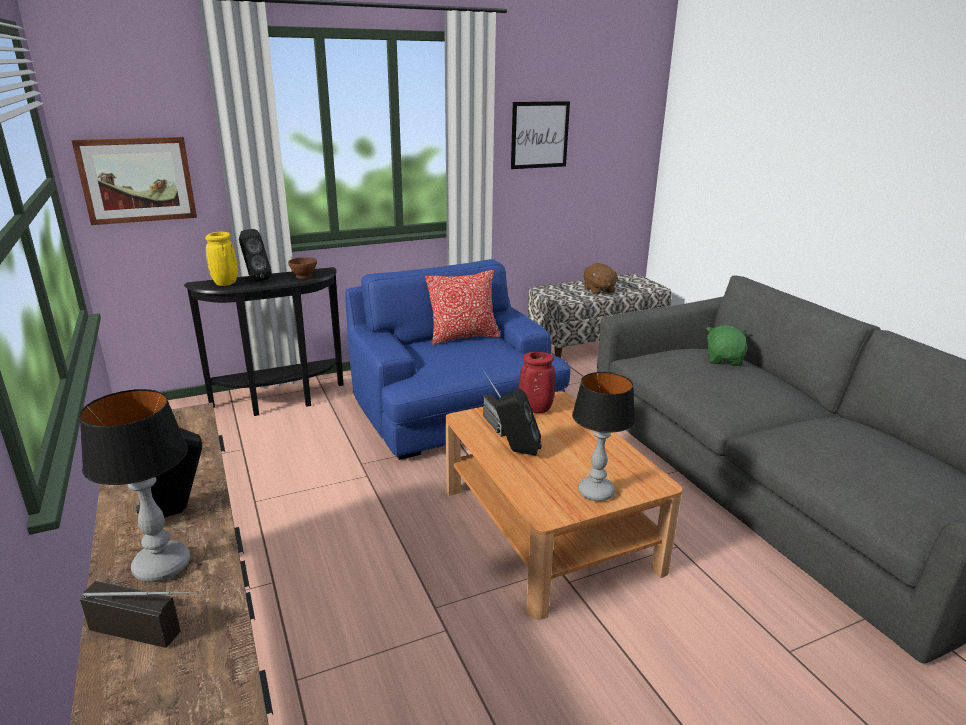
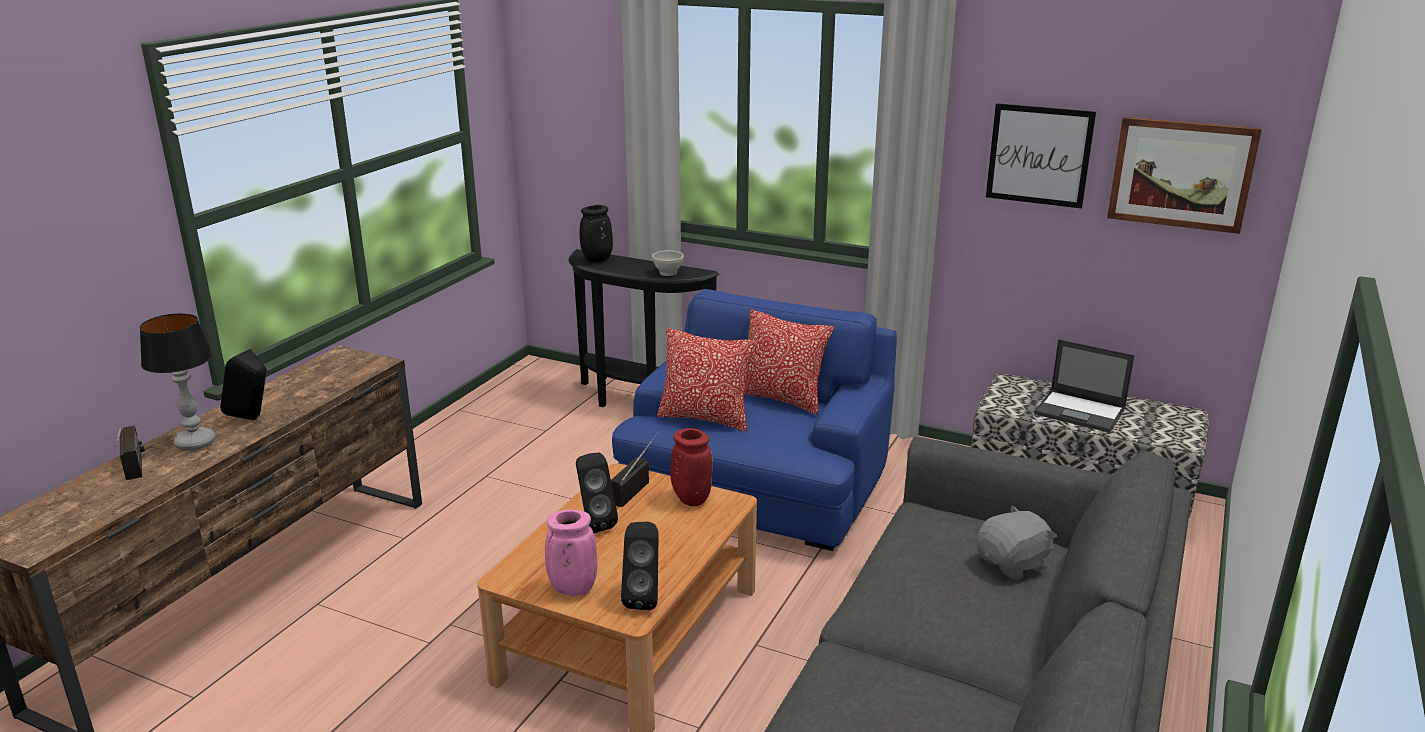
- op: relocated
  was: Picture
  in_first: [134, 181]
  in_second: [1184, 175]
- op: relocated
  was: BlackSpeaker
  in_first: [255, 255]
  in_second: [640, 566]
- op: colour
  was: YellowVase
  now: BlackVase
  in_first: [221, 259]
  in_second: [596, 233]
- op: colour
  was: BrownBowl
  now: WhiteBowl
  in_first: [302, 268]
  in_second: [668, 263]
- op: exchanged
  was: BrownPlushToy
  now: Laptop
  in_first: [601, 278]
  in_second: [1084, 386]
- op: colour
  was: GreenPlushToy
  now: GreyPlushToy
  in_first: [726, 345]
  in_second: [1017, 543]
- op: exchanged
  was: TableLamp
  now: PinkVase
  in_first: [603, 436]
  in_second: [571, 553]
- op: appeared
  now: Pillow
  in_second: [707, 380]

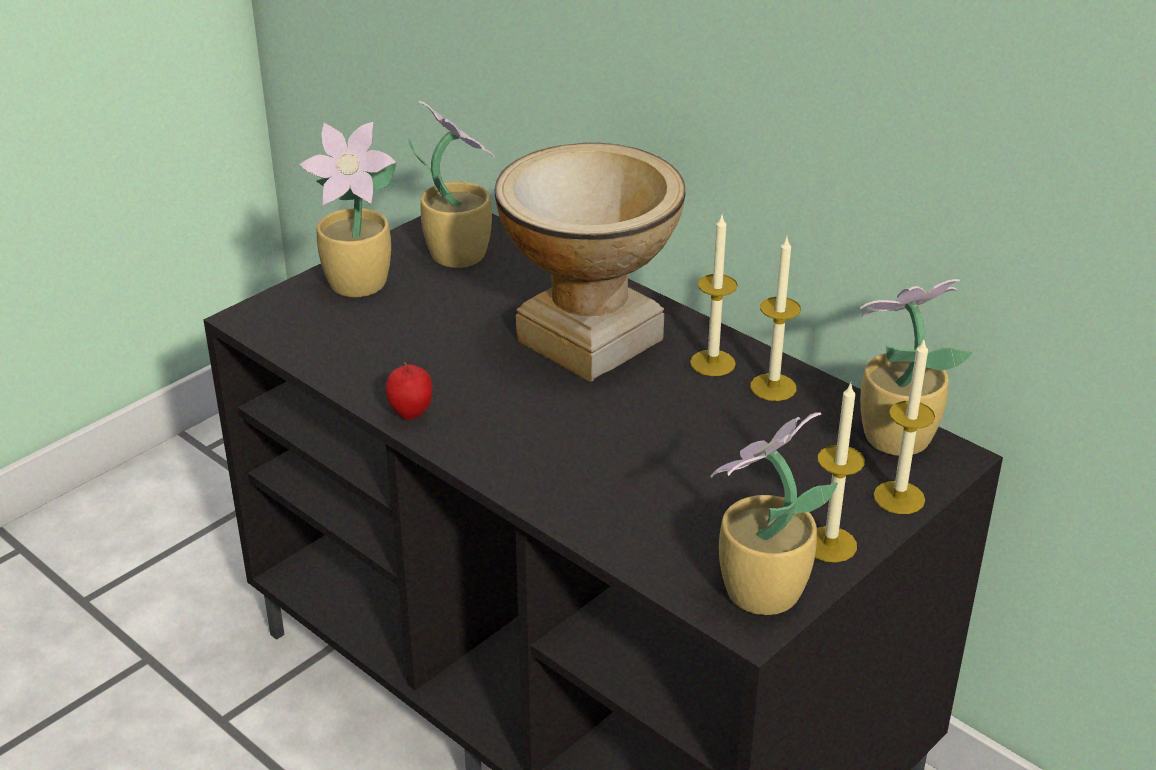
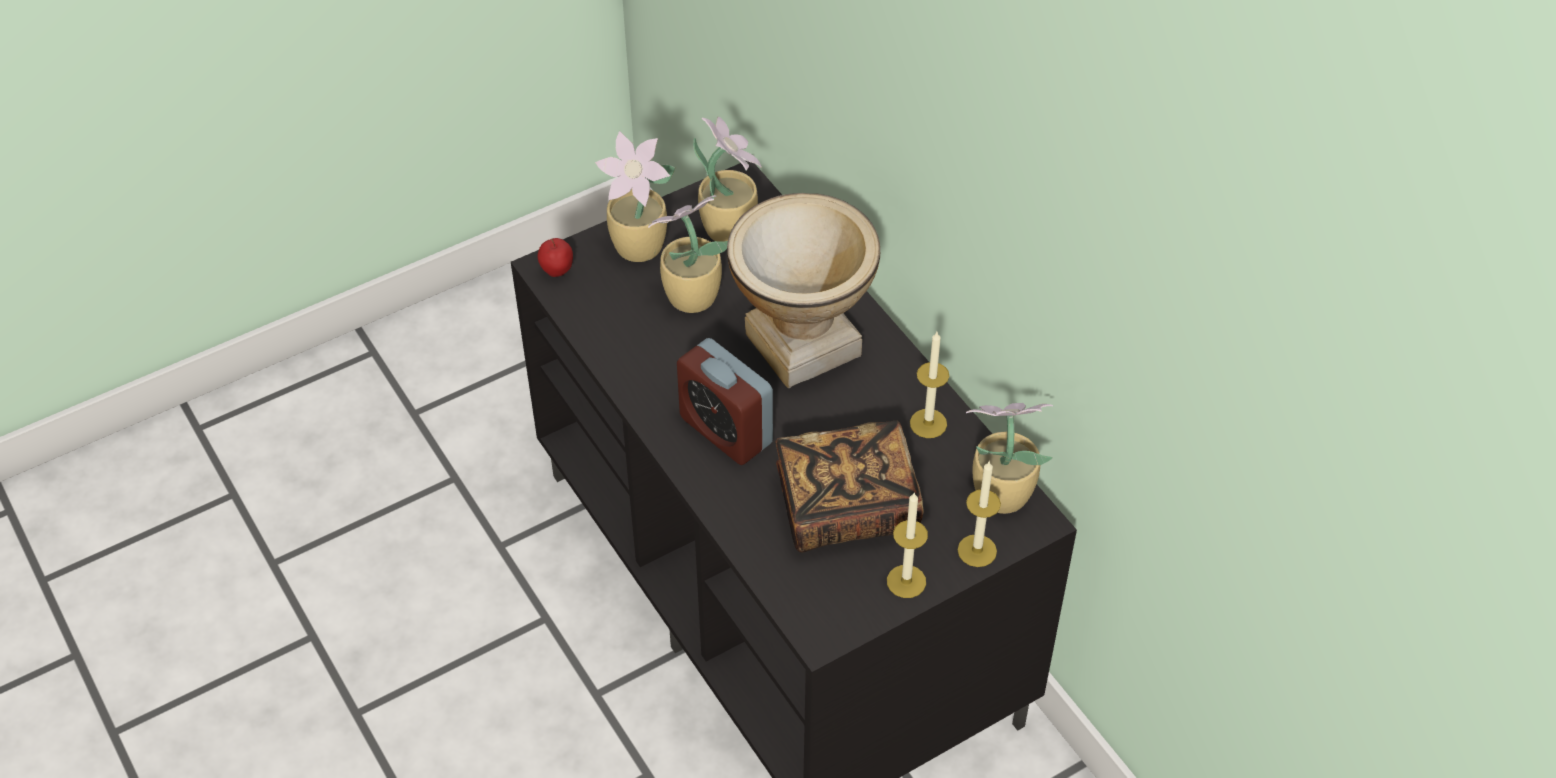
- op: missing
  was: Candle
  in_first: [714, 295]
- op: relocated
  was: Apple
  in_first: [409, 391]
  in_second: [555, 257]
- op: relocated
  was: PottedPlant
  in_first: [774, 513]
  in_second: [688, 254]
- op: appeared
  now: AlarmClock
  in_second: [725, 401]
- op: appeared
  now: Book
  in_second: [850, 487]

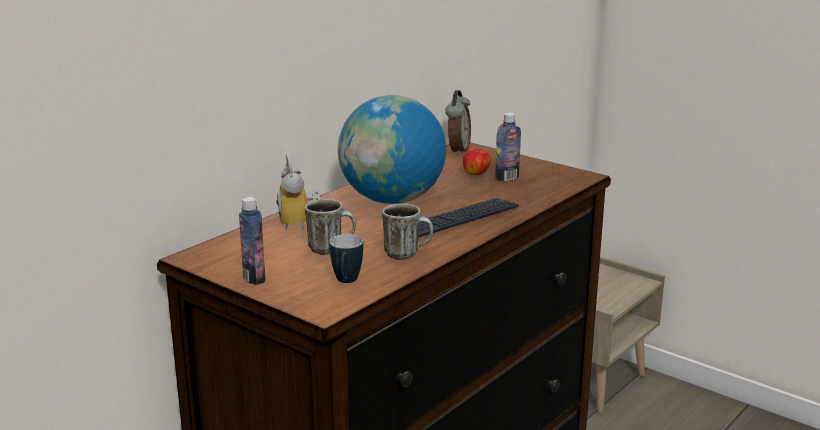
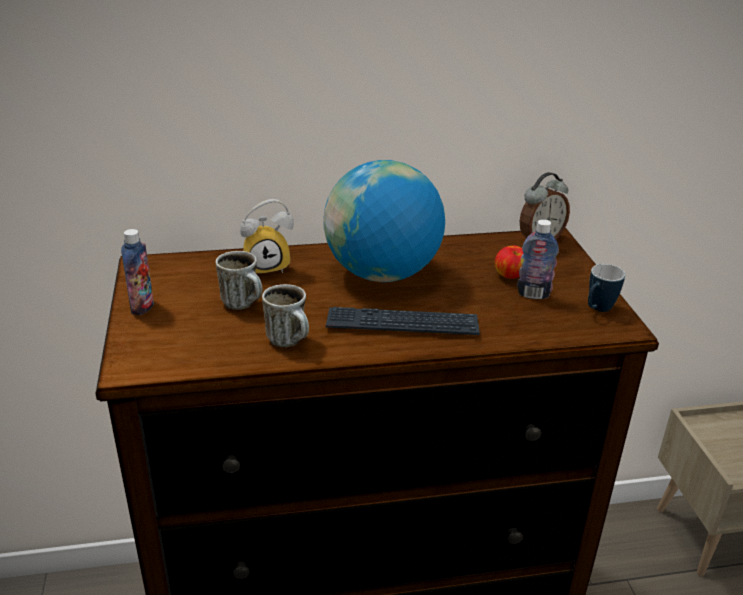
- op: spun
  was: AlarmClock
  in_first: [299, 192]
  in_second: [267, 236]
  clockwise: -135
- op: relocated
  was: Mug
  in_first: [346, 258]
  in_second: [606, 288]

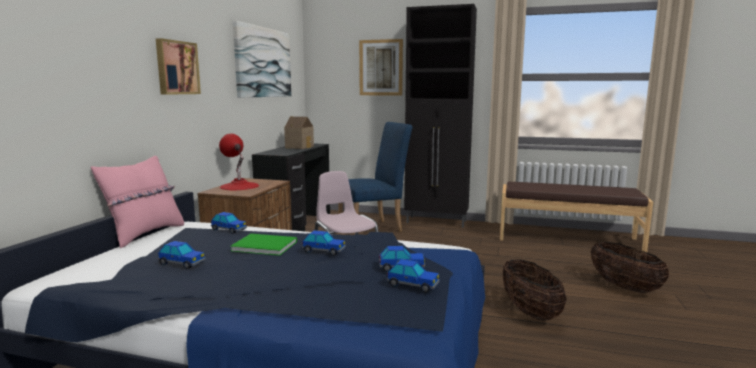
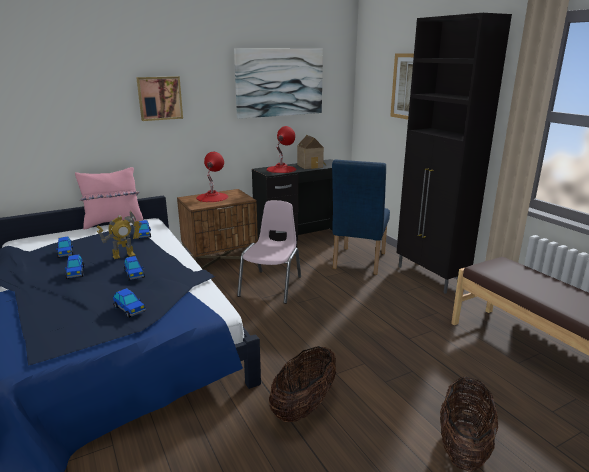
- op: spun
  was: BlueChair
  in_first: [375, 178]
  in_second: [361, 217]
  clockwise: 90
- op: exchanged
  was: GreenBook
  now: ToyRobot
  in_first: [263, 245]
  in_second: [119, 235]
- op: relocated
  was: ToyCar
  in_first: [413, 276]
  in_second: [75, 266]
- op: appeared
  now: RedTableLamp
  in_second: [281, 149]

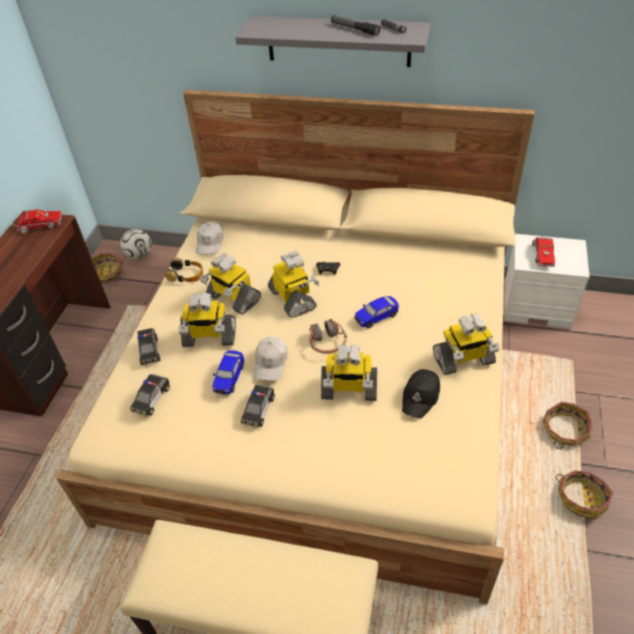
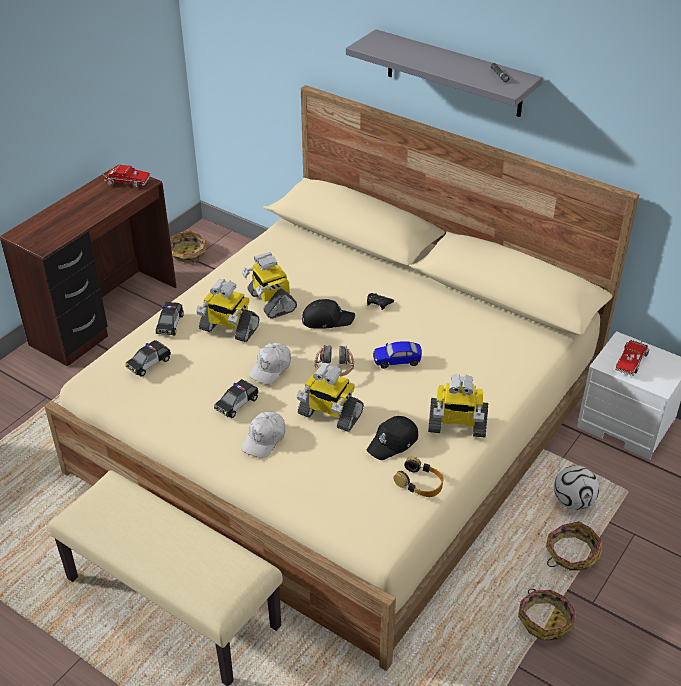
- op: missing
  was: Flashlight
  in_first: [355, 25]
- op: relocated
  was: WhiteCap
  in_first: [210, 238]
  in_second: [263, 435]
- op: relocated
  was: Football
  in_first: [136, 244]
  in_second: [576, 487]
- op: exchanged
  was: ToyRobot
  now: BlackCap
  in_first: [293, 284]
  in_second: [328, 314]
- op: relocated
  was: Headphones
  in_first: [184, 270]
  in_second: [418, 477]
- op: missing
  was: ToyCar
  in_first: [228, 372]

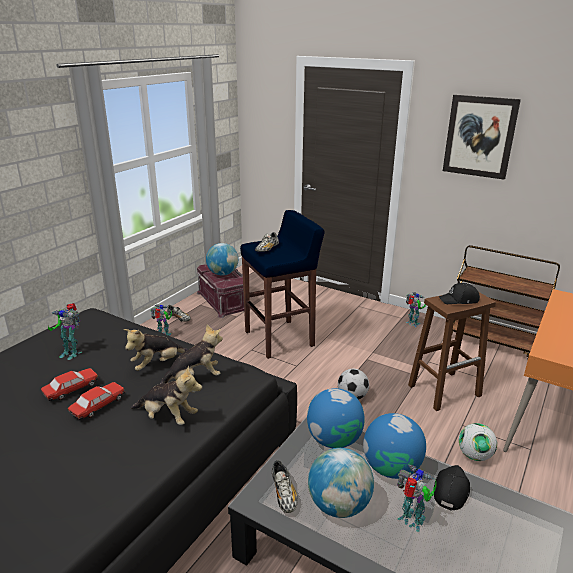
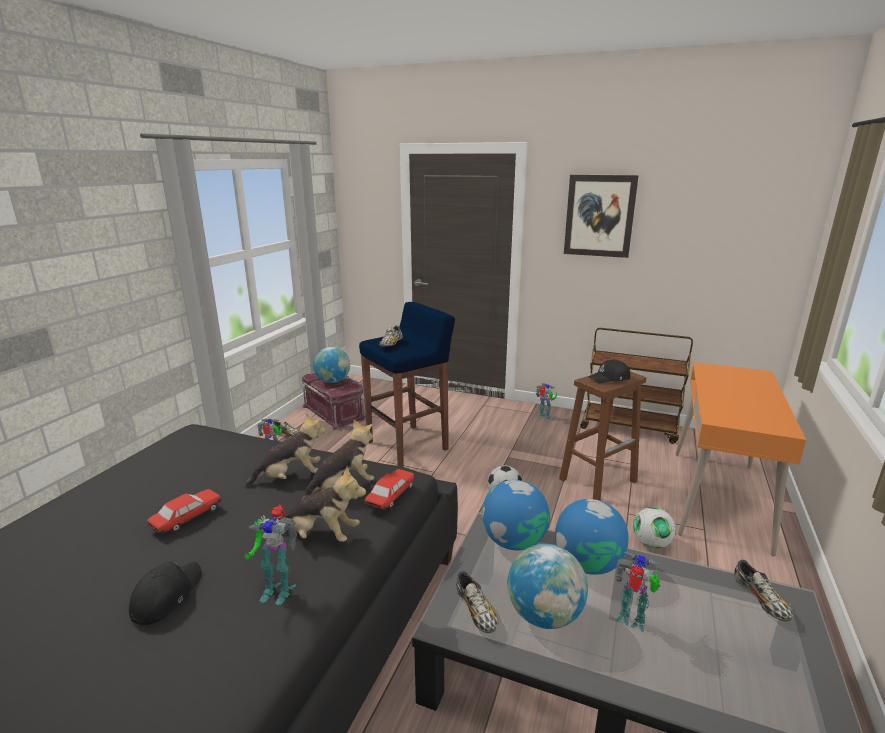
- op: relocated
  was: ToyRobot
  in_first: [65, 331]
  in_second: [271, 555]
- op: spun
  was: PlushToy
  in_first: [155, 350]
  in_second: [285, 449]
  clockwise: -150
- op: relocated
  was: ToyCar
  in_first: [96, 401]
  in_second: [389, 490]
- op: relocated
  was: BlackCap
  in_first: [452, 488]
  in_second: [165, 593]
- op: appeared
  now: Shoe
  in_second: [763, 590]

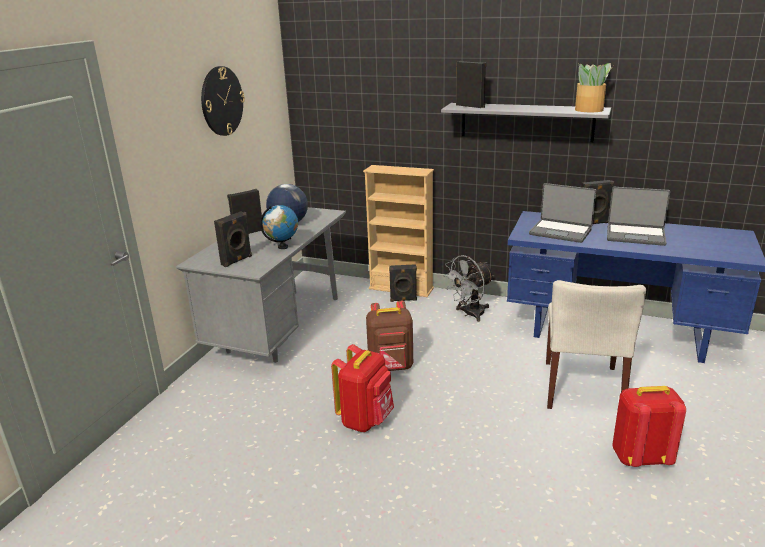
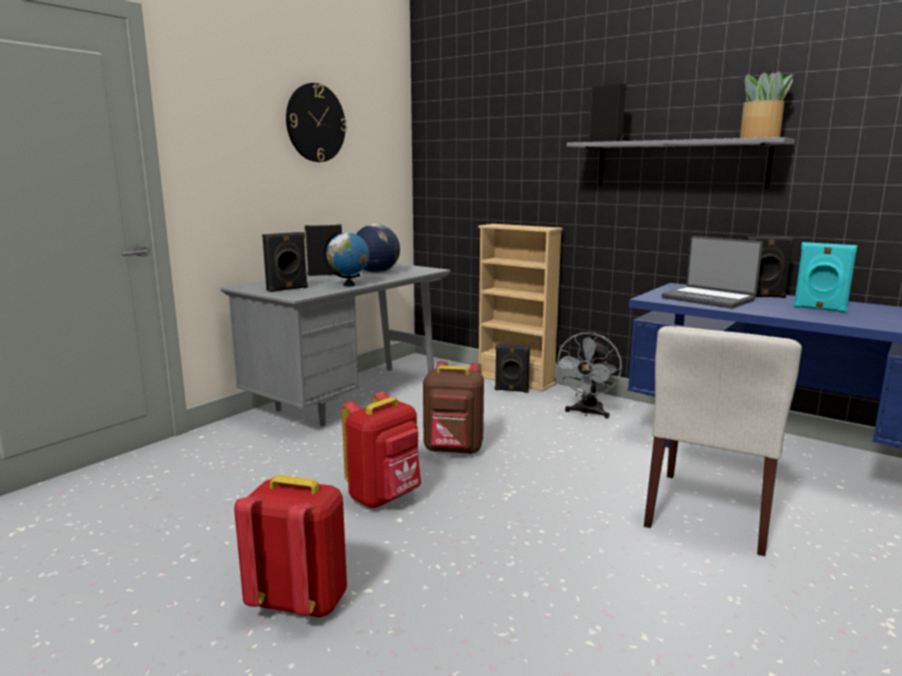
- op: exchanged
  was: Laptop
  now: TurquoiseSpeaker
  in_first: [638, 216]
  in_second: [825, 277]
- op: spun
  was: GreyFan
  in_first: [468, 288]
  in_second: [588, 375]
  clockwise: -45
- op: relocated
  was: RedBackpack
  in_first: [649, 426]
  in_second: [290, 546]

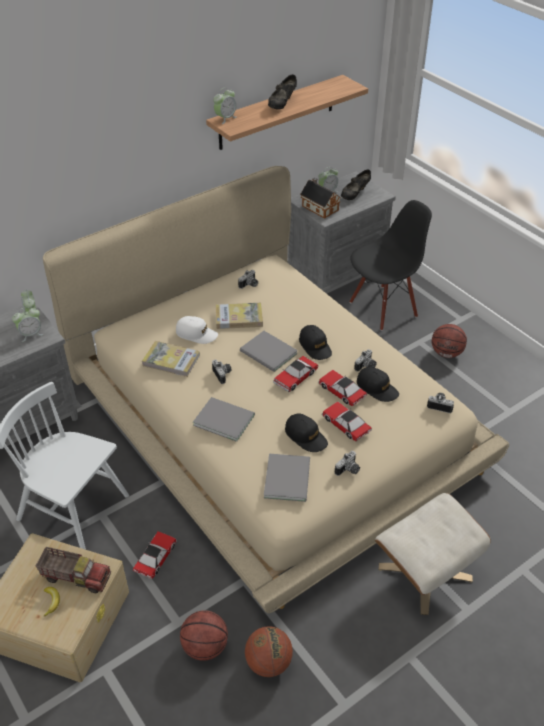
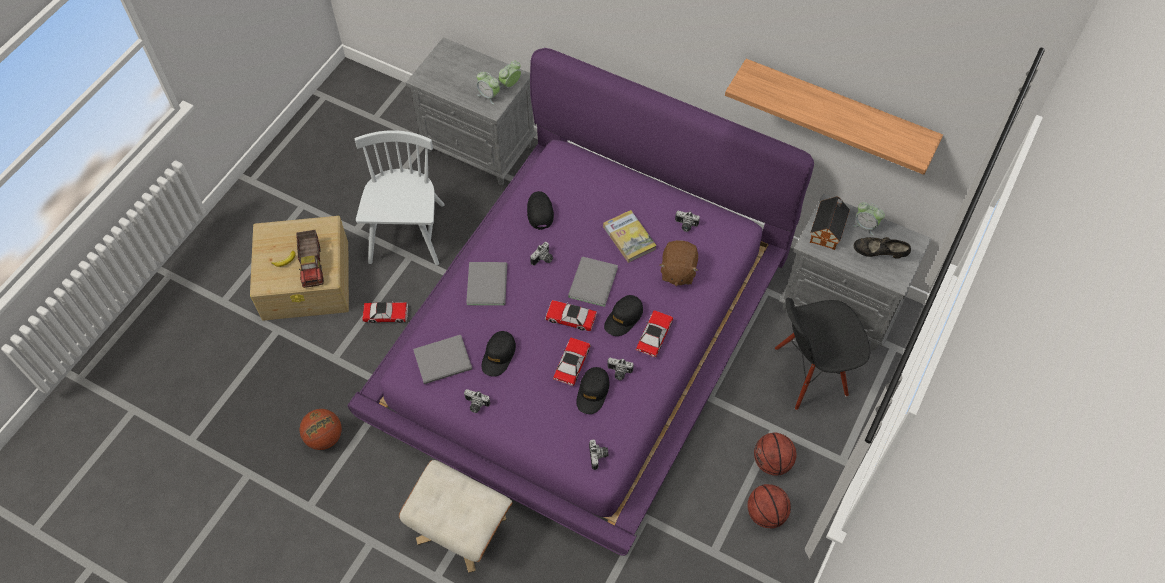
- op: missing
  was: BlackShoe
  in_first: [282, 92]
- op: missing
  was: AlarmClock
  in_first: [225, 106]
- op: colour
  was: BeigeBed
  now: PurpleBed
  in_first: [276, 389]
  in_second: [581, 302]
- op: spun
  was: BlackChair
  in_first: [390, 265]
  in_second: [822, 354]
  clockwise: 135
- op: missing
  was: WhiteCap
  in_first: [197, 330]
- op: exchanged
  was: Book
  now: BlackCap
  in_first: [171, 359]
  in_second: [540, 210]
- op: relocated
  was: ToyCar
  in_first: [347, 421]
  in_second: [655, 333]
- op: relocated
  was: Basketball
  in_first: [204, 635]
  in_second: [769, 506]
- op: appeared
  now: BrownPlushToy
  in_second: [679, 263]

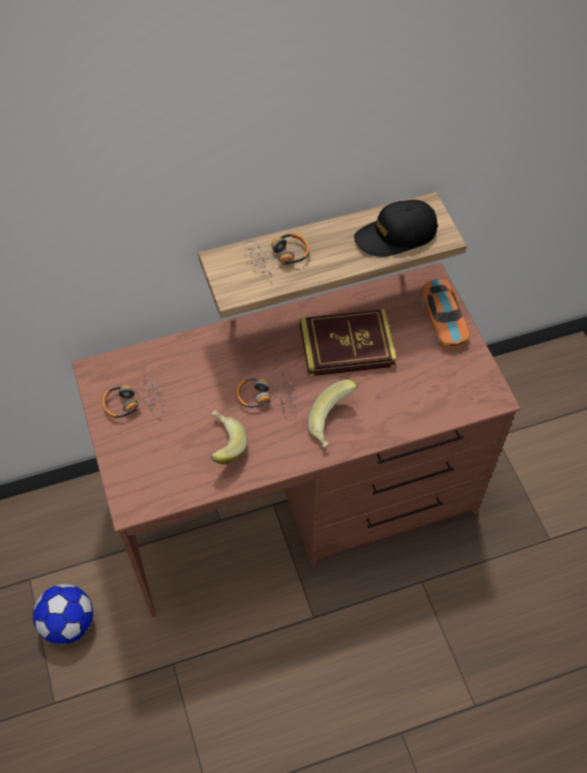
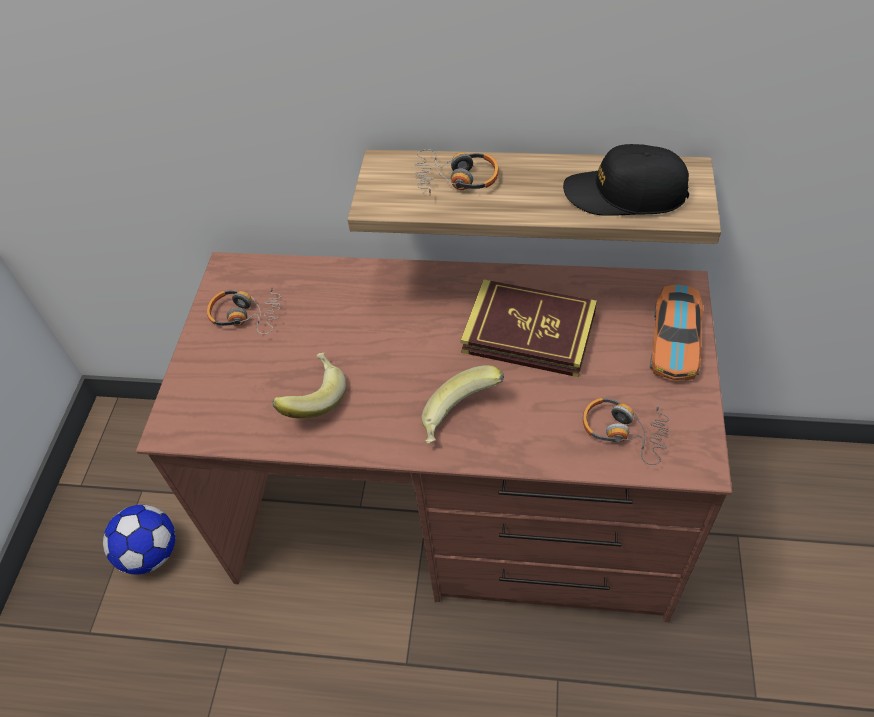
- op: relocated
  was: Headphones
  in_first: [267, 392]
  in_second: [626, 431]

